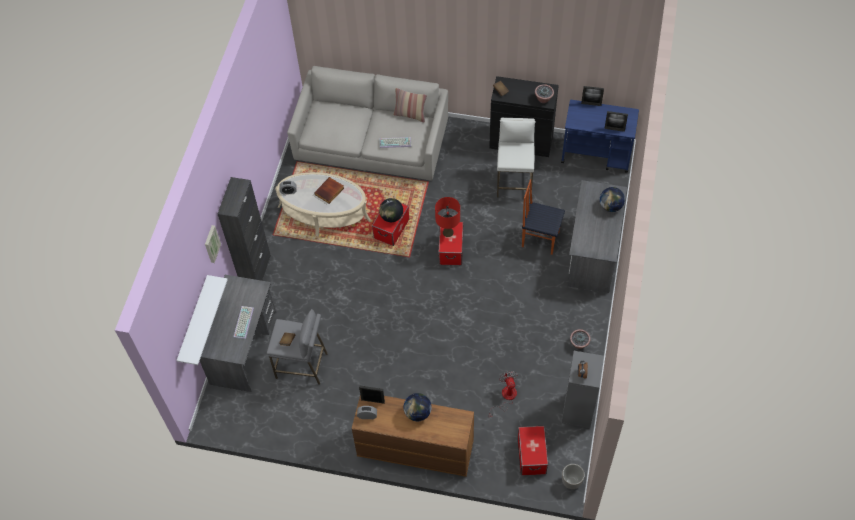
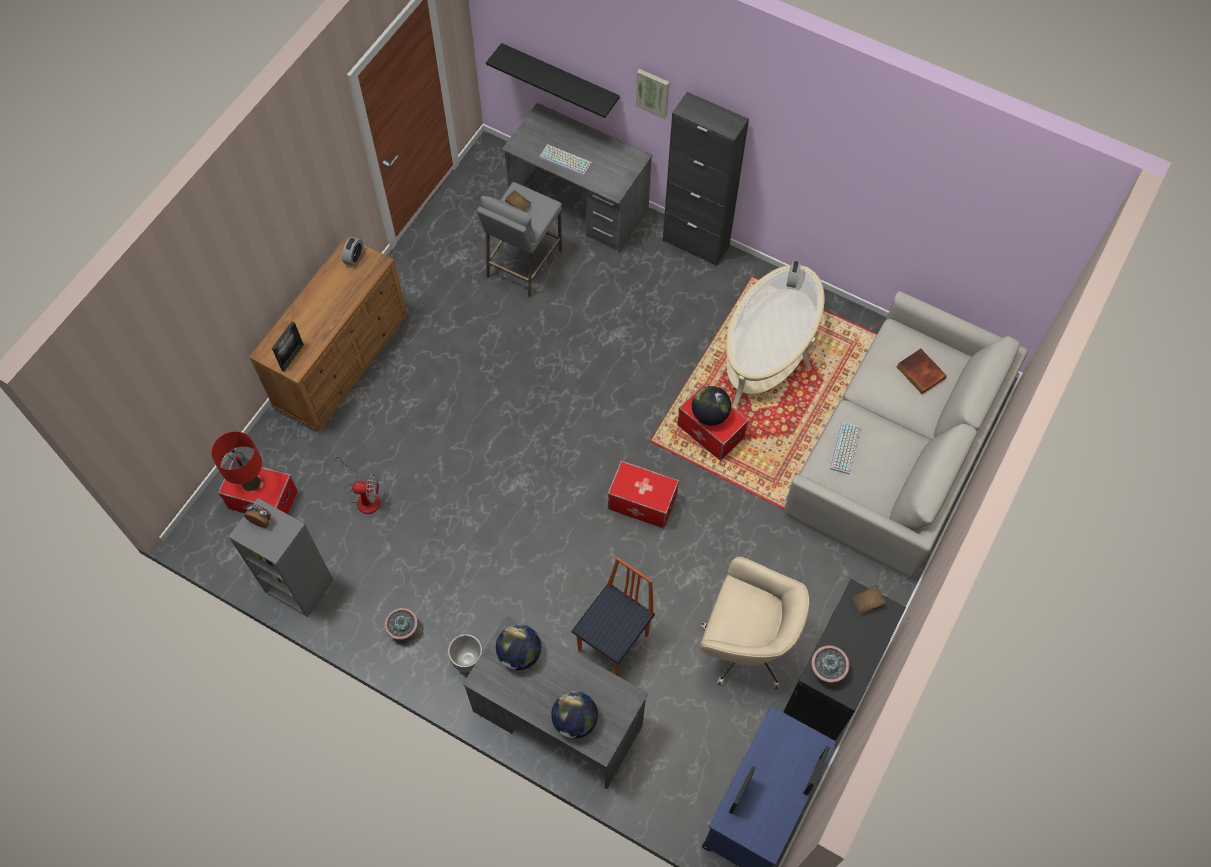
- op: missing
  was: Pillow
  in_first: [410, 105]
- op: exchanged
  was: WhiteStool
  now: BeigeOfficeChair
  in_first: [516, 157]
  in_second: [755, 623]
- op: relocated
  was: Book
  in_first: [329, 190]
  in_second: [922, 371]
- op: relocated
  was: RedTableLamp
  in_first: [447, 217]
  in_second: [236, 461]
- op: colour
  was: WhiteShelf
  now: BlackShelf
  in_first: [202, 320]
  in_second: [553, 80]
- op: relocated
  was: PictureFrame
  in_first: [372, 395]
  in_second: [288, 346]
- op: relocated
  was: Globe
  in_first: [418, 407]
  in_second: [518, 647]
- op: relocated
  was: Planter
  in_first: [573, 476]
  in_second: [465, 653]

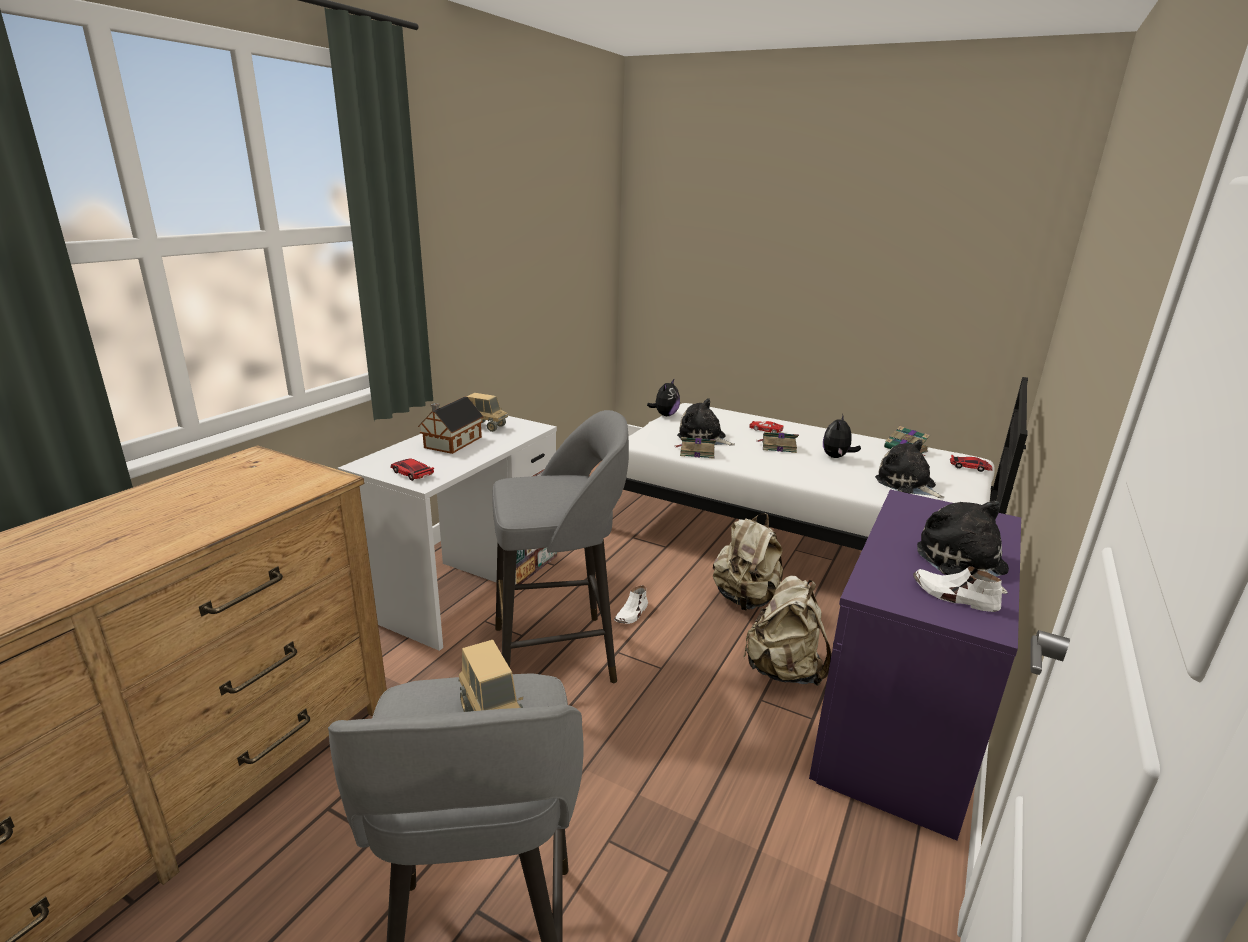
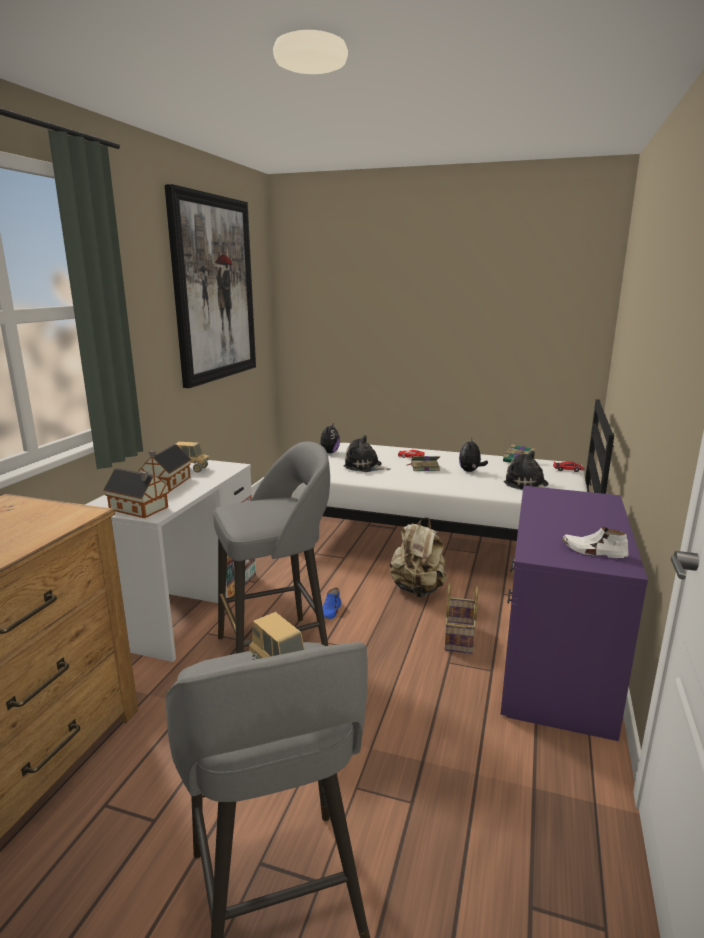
- op: missing
  was: Book
  in_first: [695, 448]
- op: exchanged
  was: ToyCar
  now: ToyHouse
  in_first: [412, 469]
  in_second: [136, 493]
- op: missing
  was: PlushToy
  in_first: [963, 547]
- op: exchanged
  was: BeigeBackpack
  now: Basket
  in_first: [787, 631]
  in_second: [461, 618]
- op: colour
  was: WhiteShoe
  now: BlueShoe
  in_first: [631, 605]
  in_second: [332, 604]
- op: appeared
  now: Picture
  in_second: [210, 286]

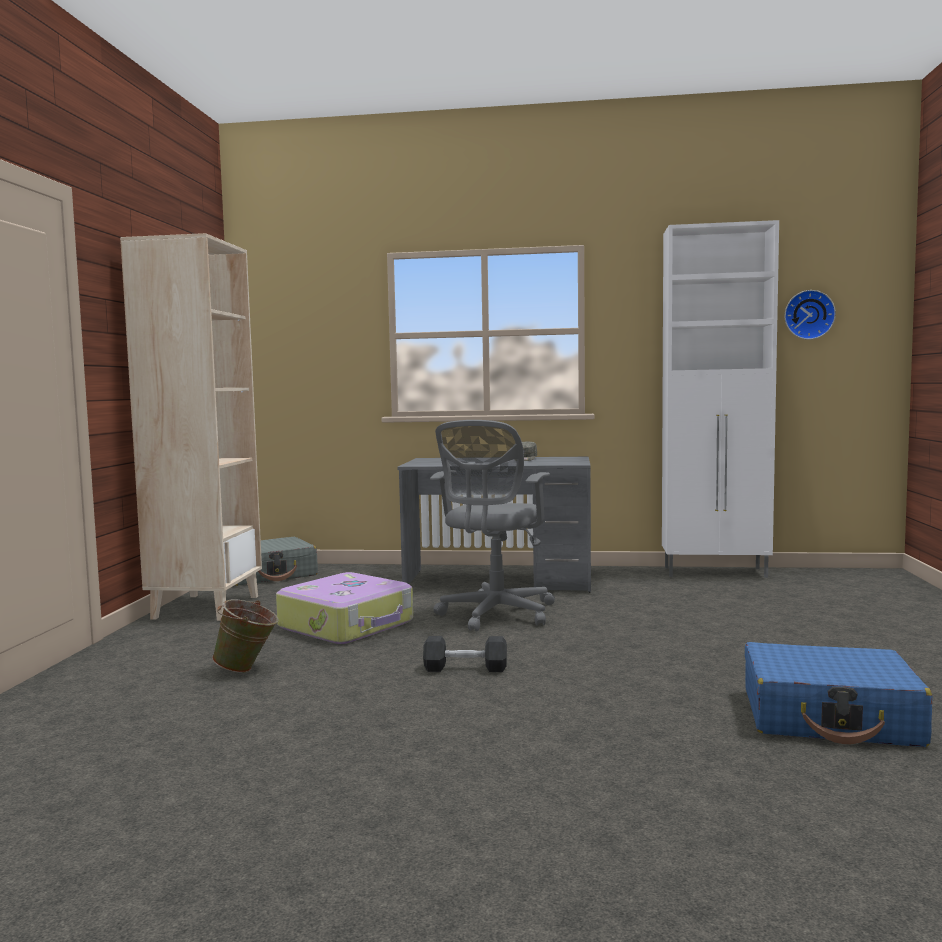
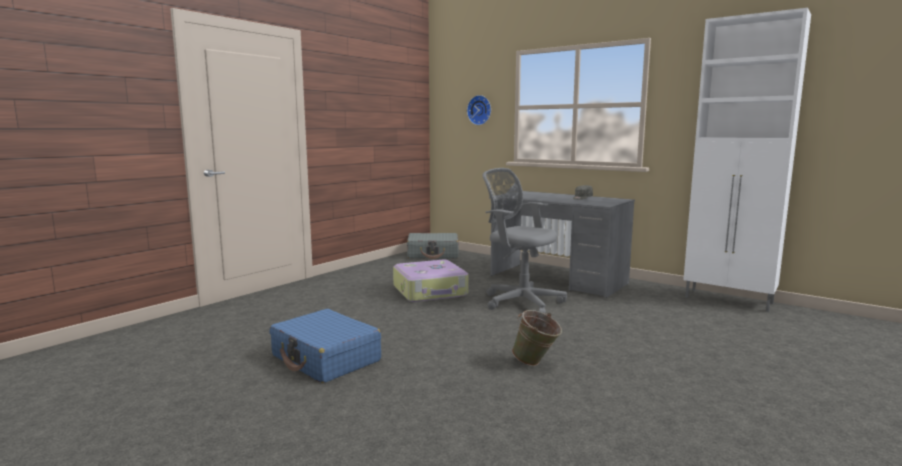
- op: missing
  was: BeigeBookcase
  in_first: [191, 427]
- op: relocated
  was: WallClock
  in_first: [810, 315]
  in_second: [479, 110]
- op: spun
  was: GreyOfficeChair
  in_first: [492, 525]
  in_second: [525, 240]
  clockwise: 75
- op: relocated
  was: GreenBucket
  in_first: [245, 636]
  in_second: [537, 338]
- op: missing
  was: BlackDumbbell
  in_first: [465, 654]
- op: relocated
  was: BlueSuitcase
  in_first: [838, 694]
  in_second: [325, 346]

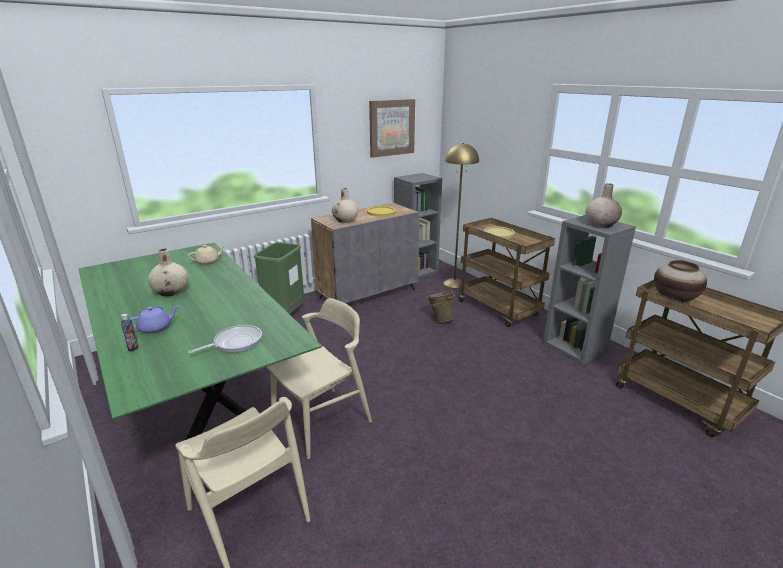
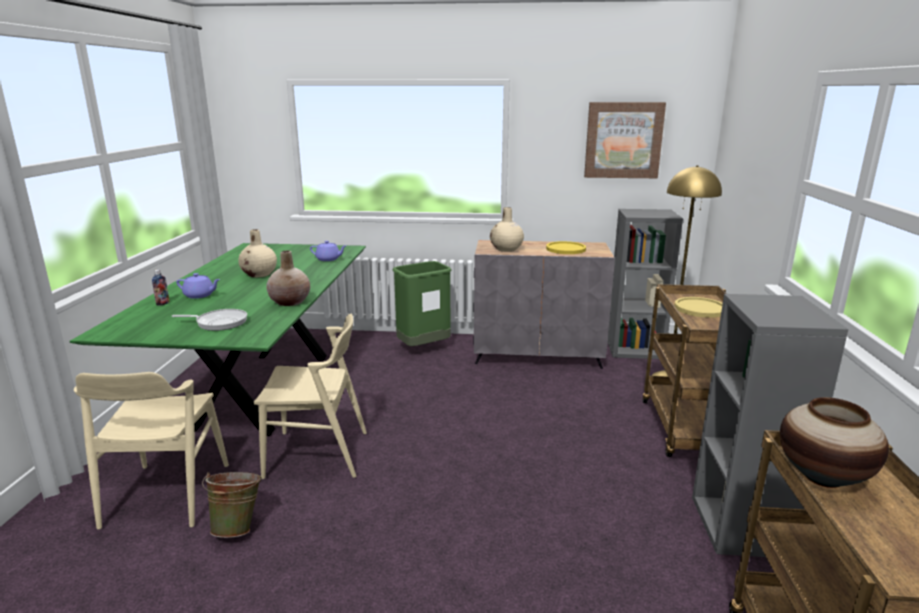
- op: relocated
  was: BeigeVase
  in_first: [603, 205]
  in_second: [288, 278]
- op: colour
  was: BeigeTeapot
  now: PurpleTeapot
  in_first: [206, 255]
  in_second: [328, 251]
- op: relocated
  was: GreenBucket
  in_first: [441, 305]
  in_second: [232, 505]

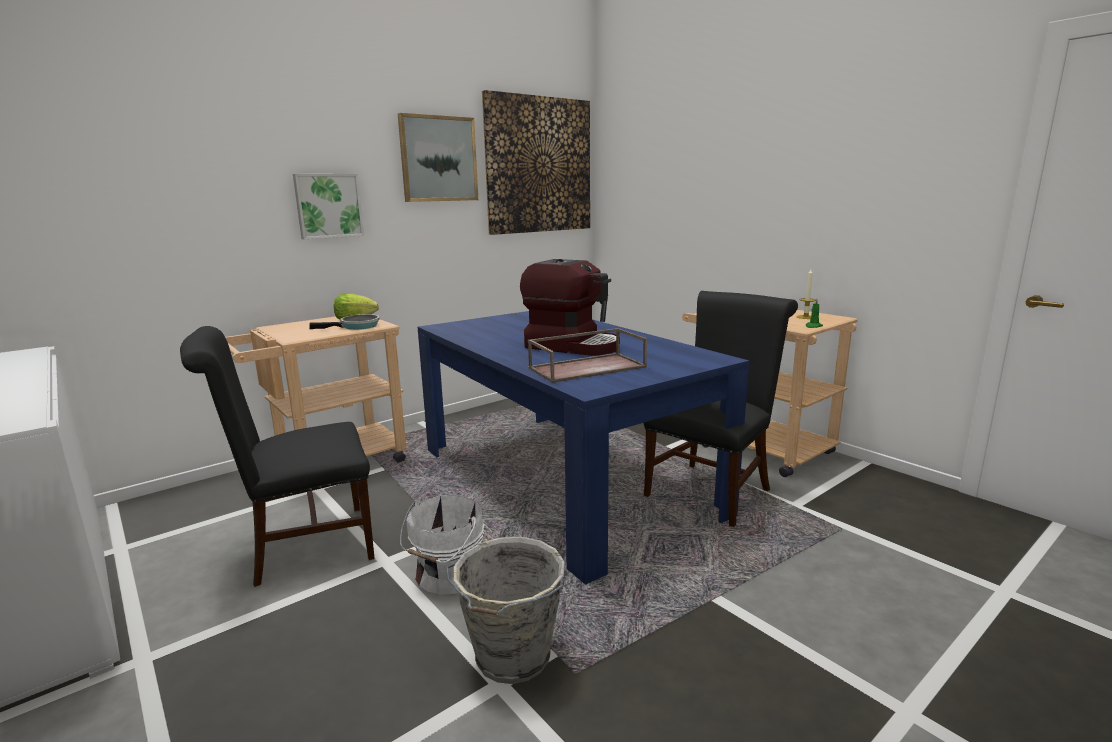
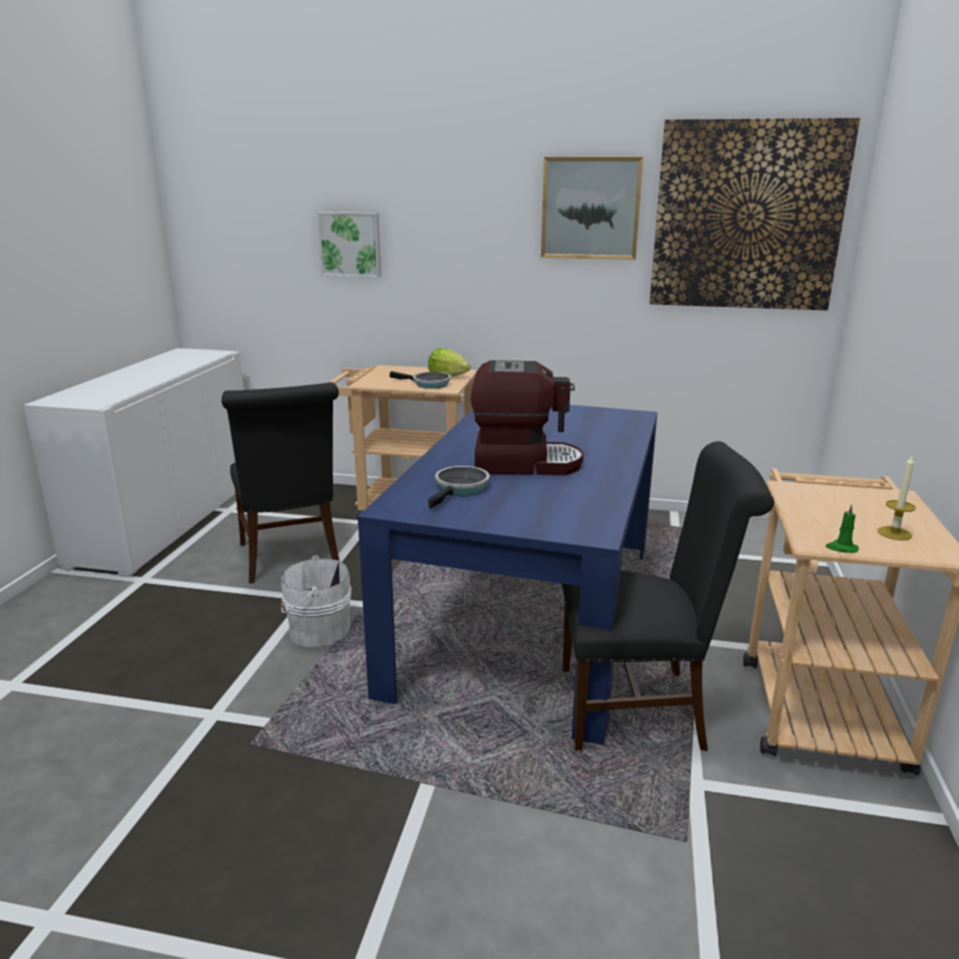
- op: relocated
  was: Picture
  in_first: [328, 206]
  in_second: [349, 245]
- op: spun
  was: CoffeeMachine
  in_first: [570, 307]
  in_second: [527, 417]
  clockwise: -75
- op: spun
  was: BlackChair
  in_first: [277, 456]
  in_second: [281, 482]
  clockwise: -135
- op: exchanged
  was: BrownTray
  now: FryingPan
  in_first: [587, 355]
  in_second: [459, 487]
- op: missing
  was: GreyBucket
  in_first: [505, 610]

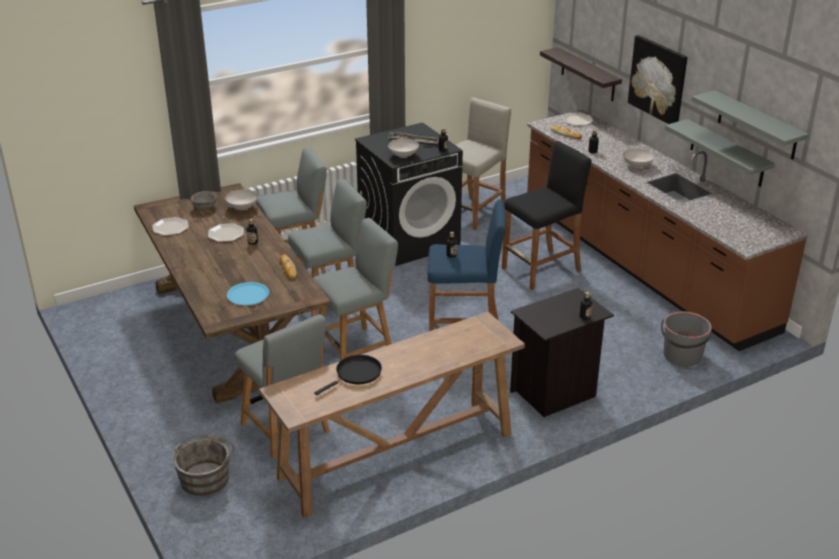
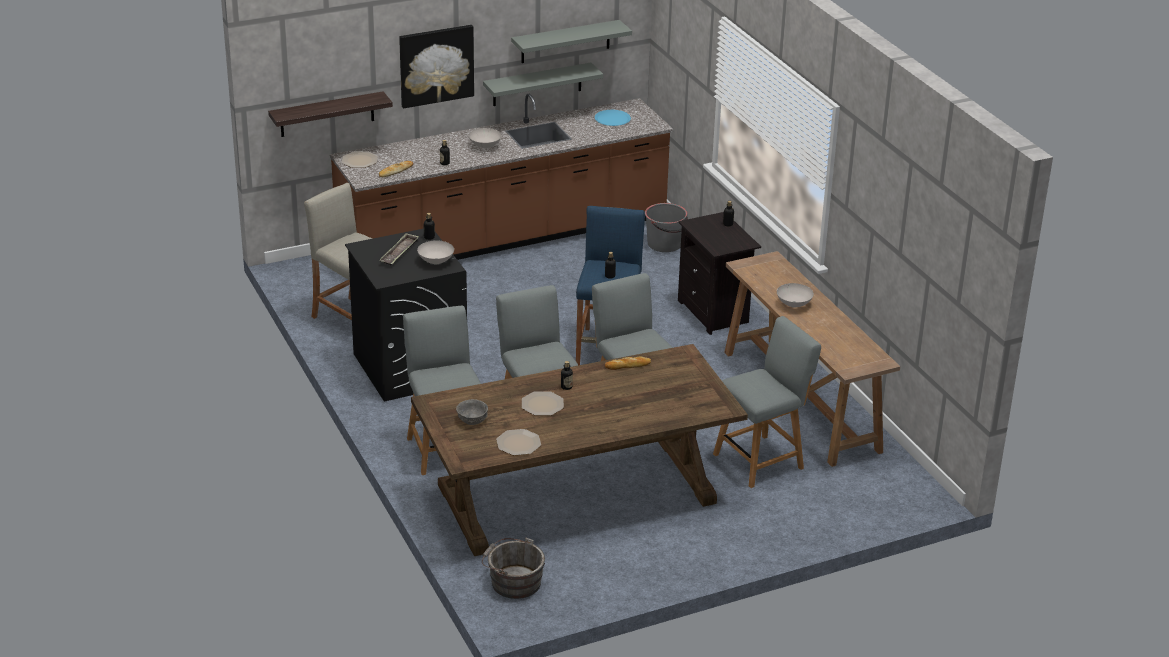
- op: missing
  was: BlackStool
  in_first: [547, 215]
- op: relocated
  was: WhiteBowl
  in_first: [241, 200]
  in_second: [795, 295]
- op: relocated
  was: BluePlate
  in_first: [248, 293]
  in_second: [613, 118]
- op: missing
  was: BlackFryingPan
  in_first: [348, 375]
- op: relocated
  was: GreyBucket
  in_first: [203, 465]
  in_second: [513, 568]

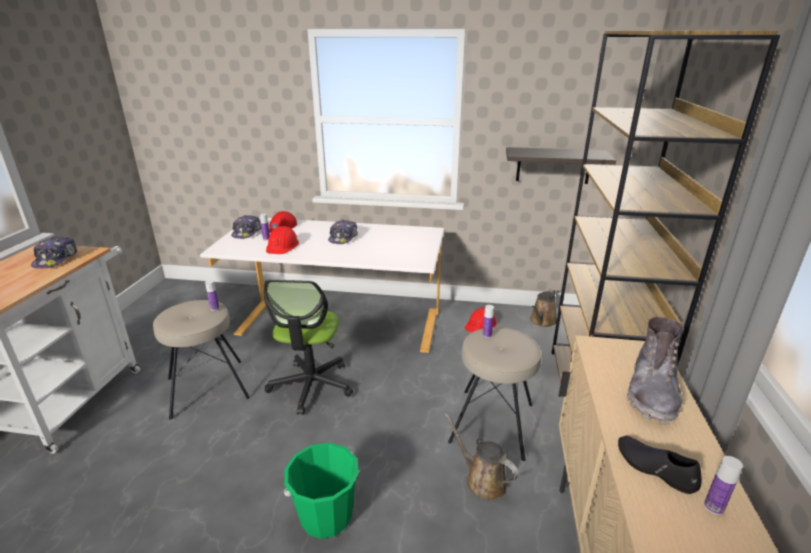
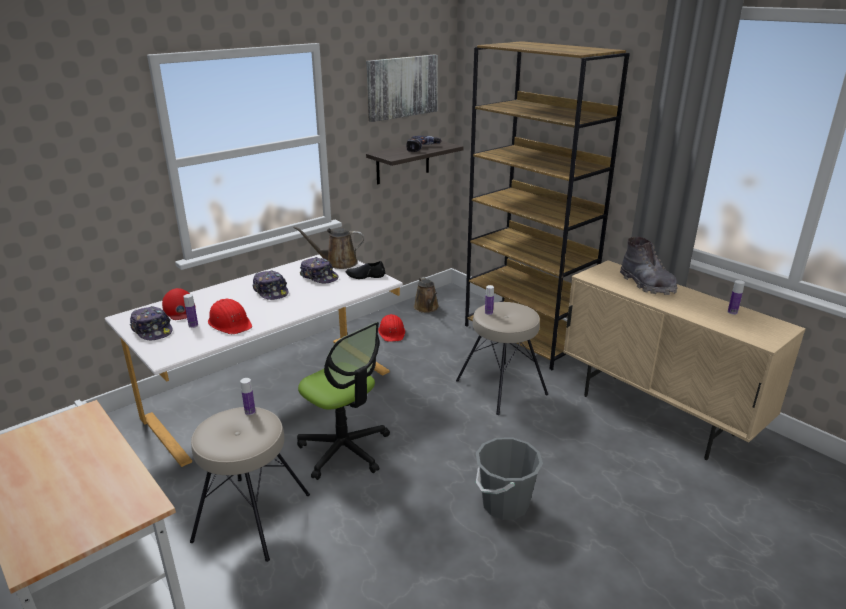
- op: relocated
  was: Cap
  in_first: [54, 252]
  in_second: [319, 270]
- op: relocated
  was: BrownWateringCan
  in_first: [481, 457]
  in_second: [328, 247]
- op: relocated
  was: BlackShoe
  in_first: [660, 465]
  in_second: [365, 270]
- op: colour
  was: GreenBucket
  now: GreyBucket
  in_first: [321, 491]
  in_second: [509, 478]
- op: appeared
  now: Picture
  in_second: [402, 88]
- op: appeared
  now: PowerDrill
  in_second: [424, 144]

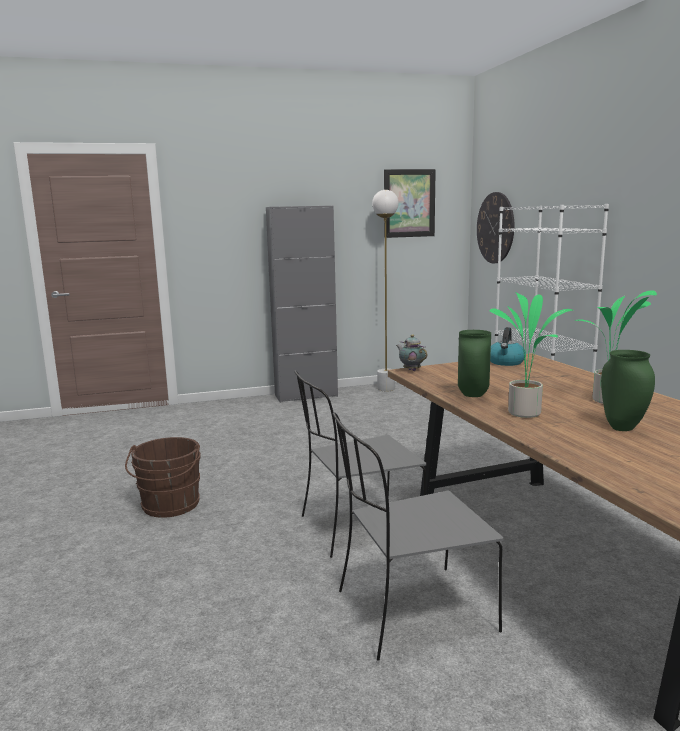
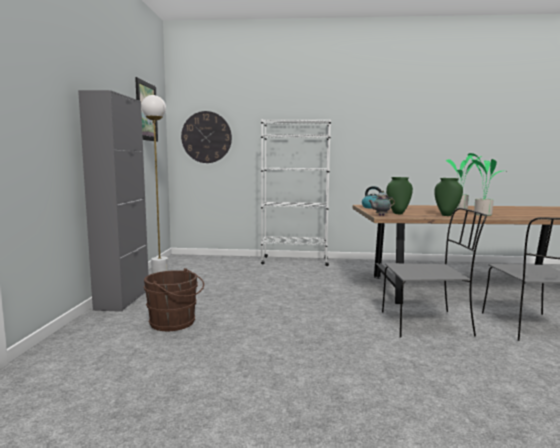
- op: relocated
  was: GreenVase
  in_first: [628, 390]
  in_second: [399, 195]
- op: spun
  was: GreyChair
  in_first: [360, 464]
  in_second: [434, 273]
  clockwise: -90
- op: relocated
  was: BrownBucket
  in_first: [162, 477]
  in_second: [173, 299]

